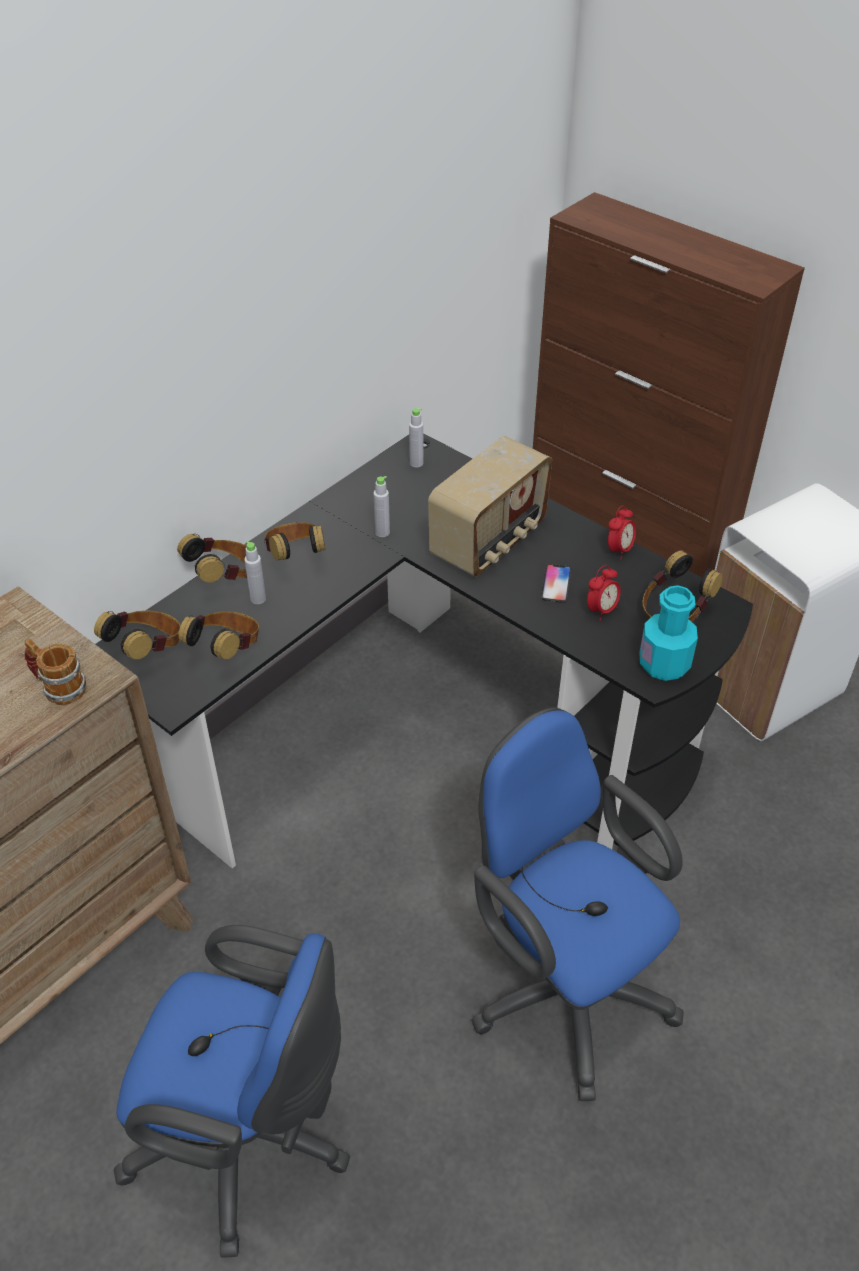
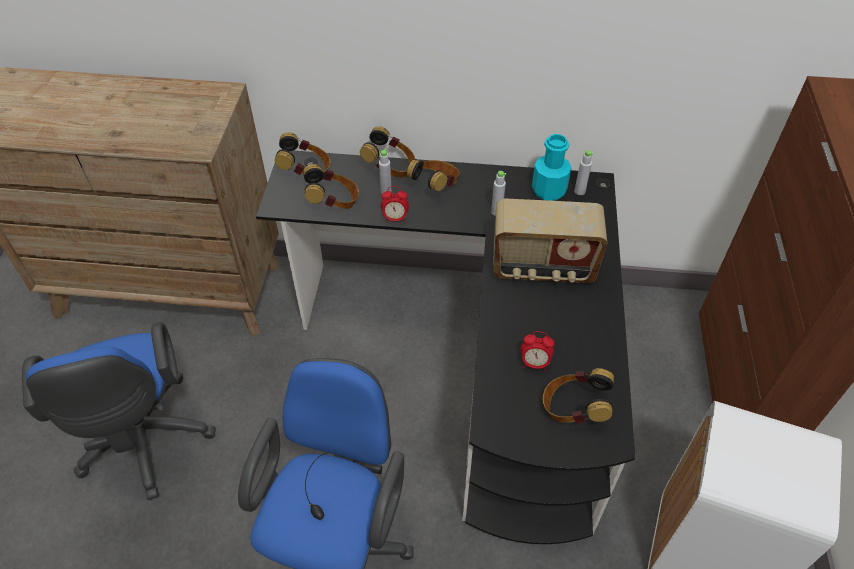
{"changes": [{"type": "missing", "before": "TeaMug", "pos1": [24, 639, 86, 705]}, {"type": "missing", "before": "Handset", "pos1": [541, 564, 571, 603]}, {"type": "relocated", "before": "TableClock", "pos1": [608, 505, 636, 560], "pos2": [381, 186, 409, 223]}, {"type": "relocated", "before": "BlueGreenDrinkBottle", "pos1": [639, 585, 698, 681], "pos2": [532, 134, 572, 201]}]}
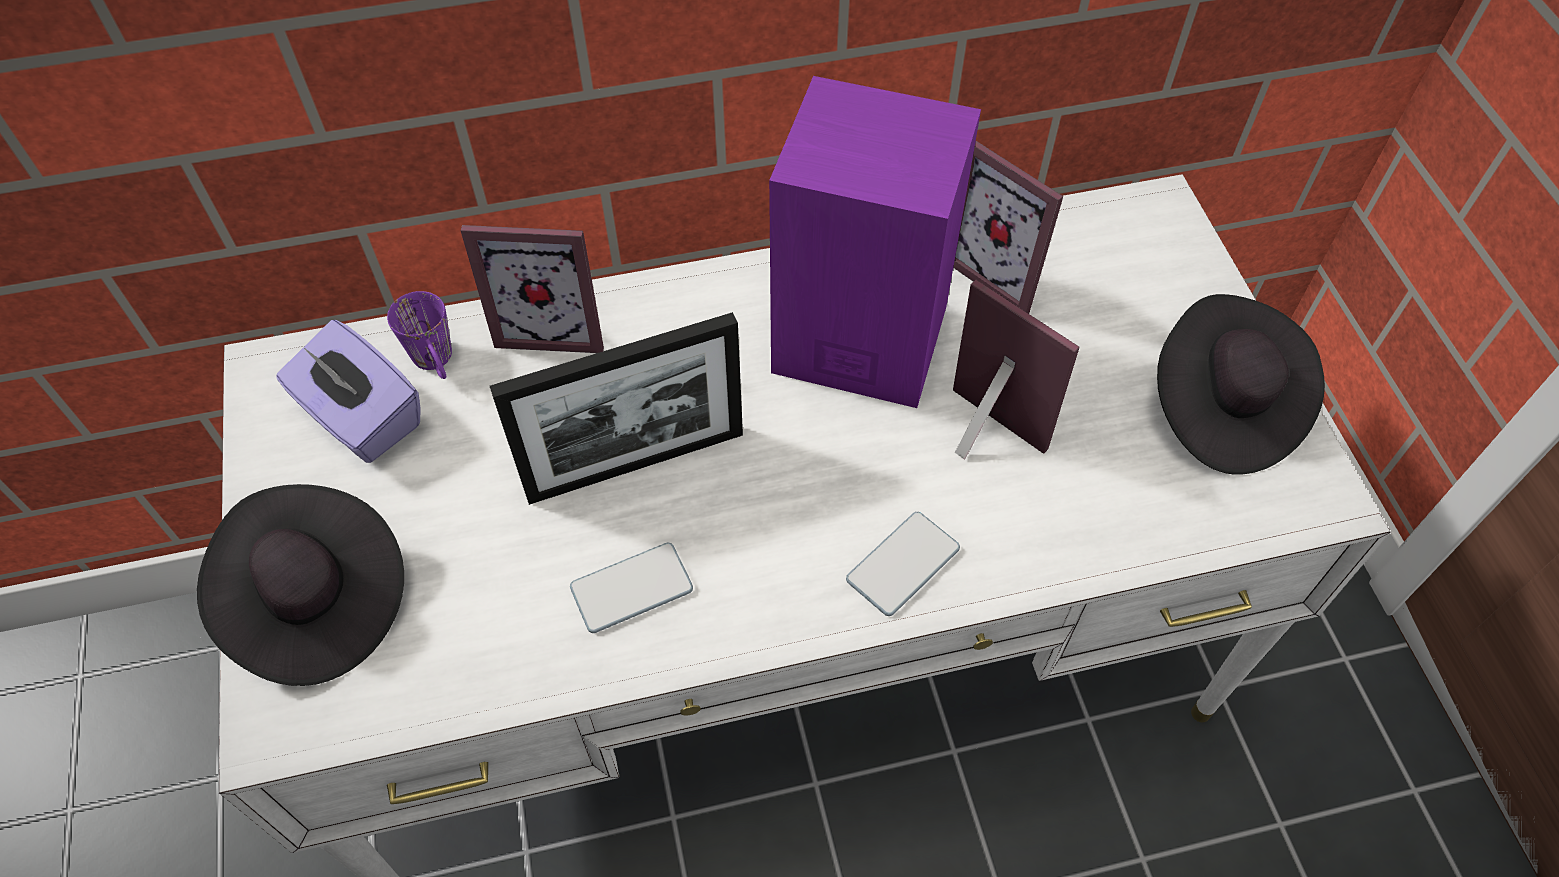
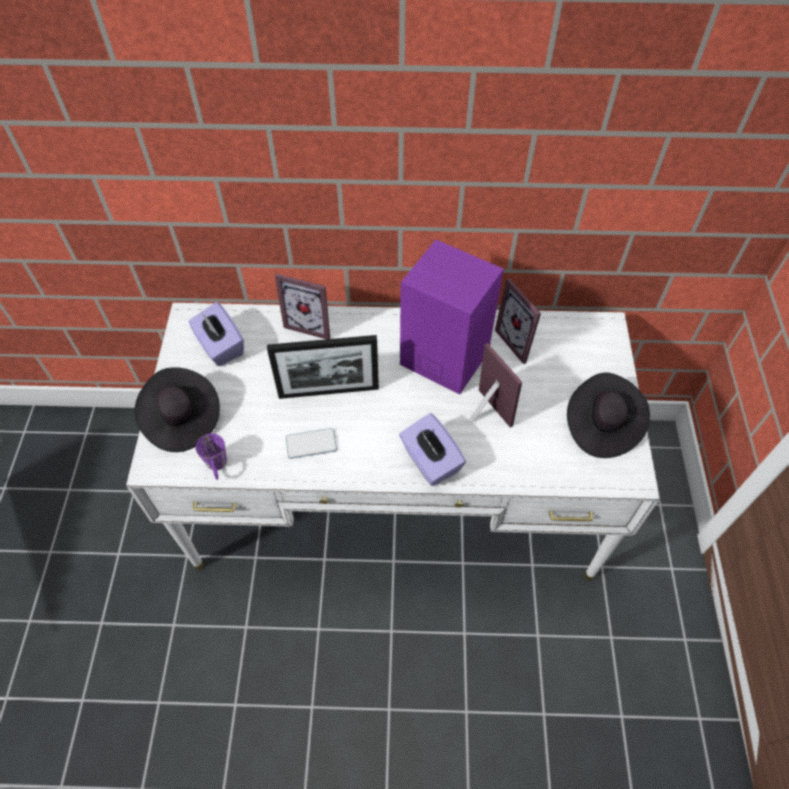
{"changes": [{"type": "relocated", "before": "PurplishTeaMug", "pos1": [387, 291, 452, 379], "pos2": [196, 433, 227, 480]}, {"type": "exchanged", "before": "Handset", "after": "PurplishBoxOfTissues", "pos1": [846, 512, 960, 616], "pos2": [399, 413, 466, 486]}]}
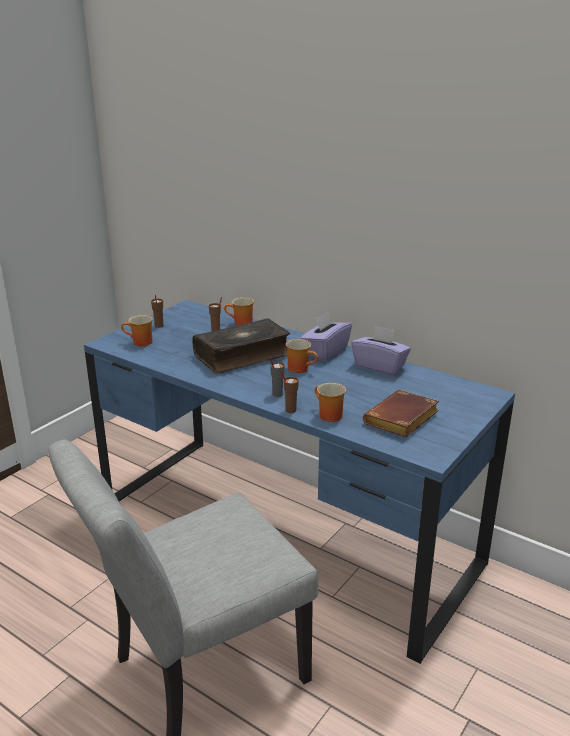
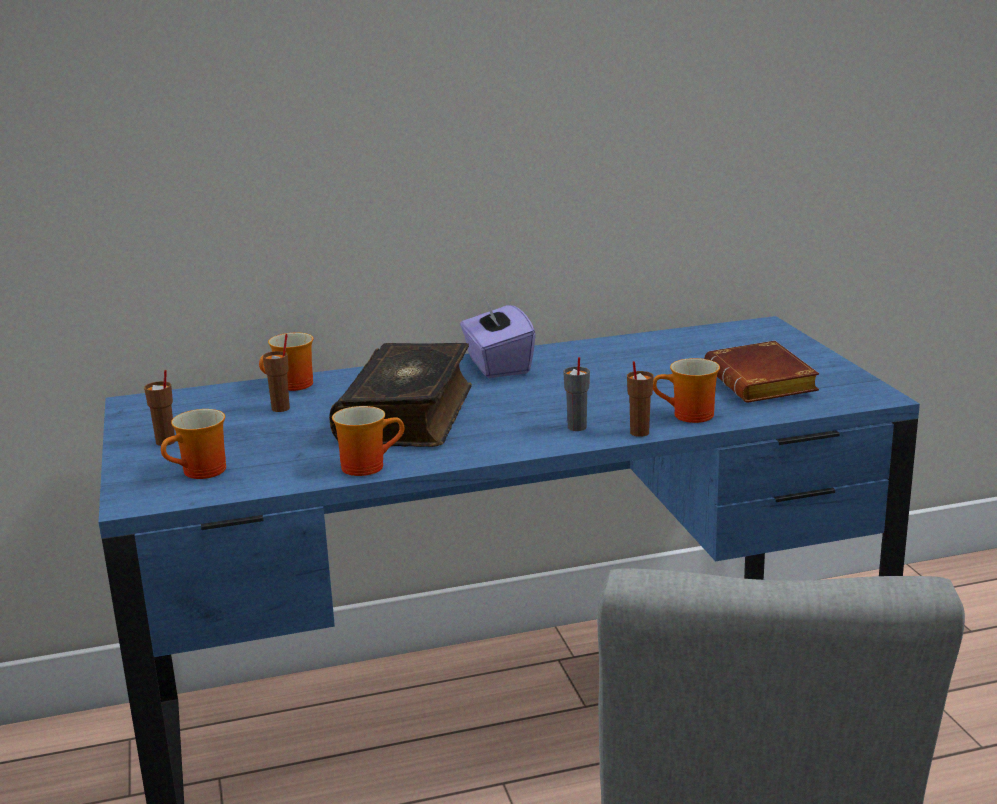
{"changes": [{"type": "relocated", "before": "TeaMug", "pos1": [286, 339, 318, 373], "pos2": [332, 406, 404, 476]}, {"type": "missing", "before": "PurplishBoxOfTissues", "pos1": [351, 325, 411, 375]}]}
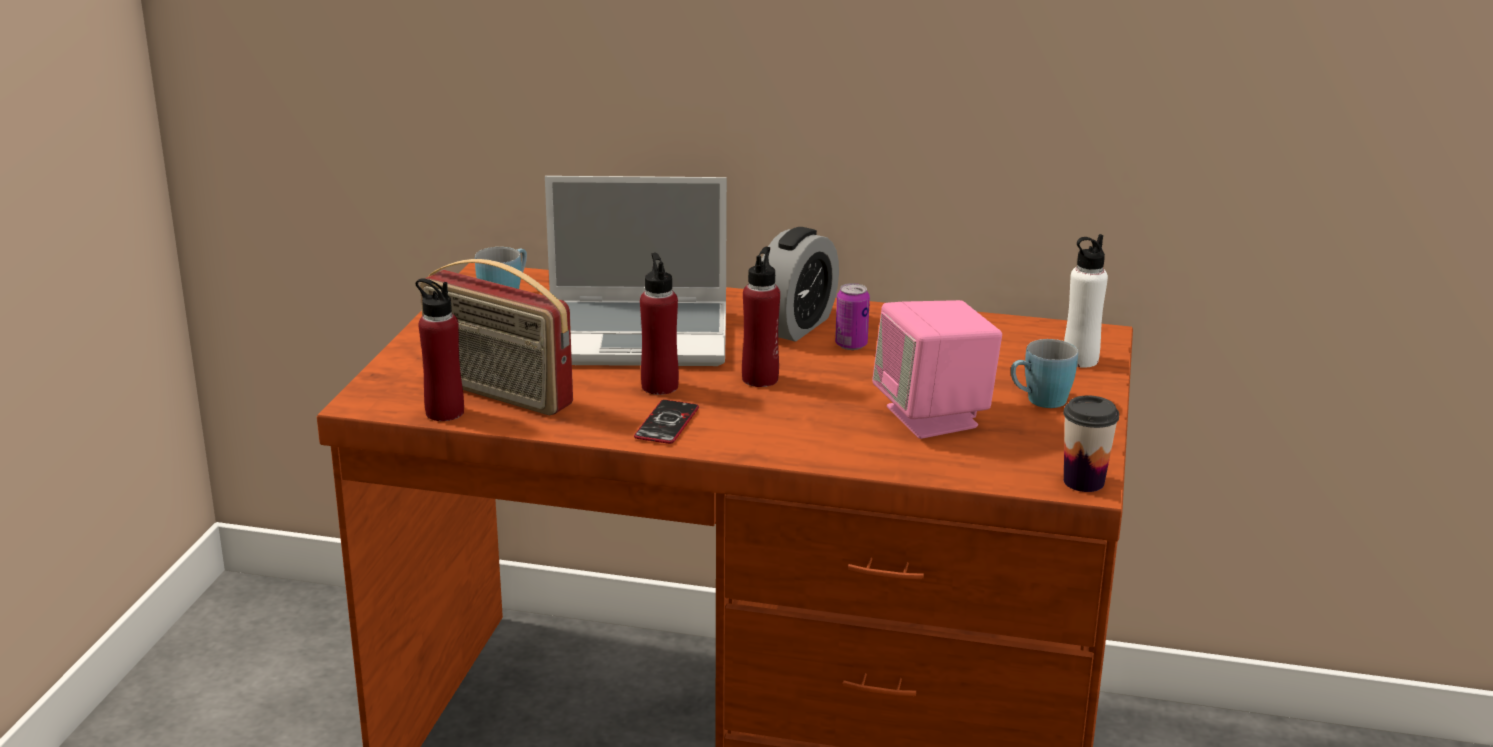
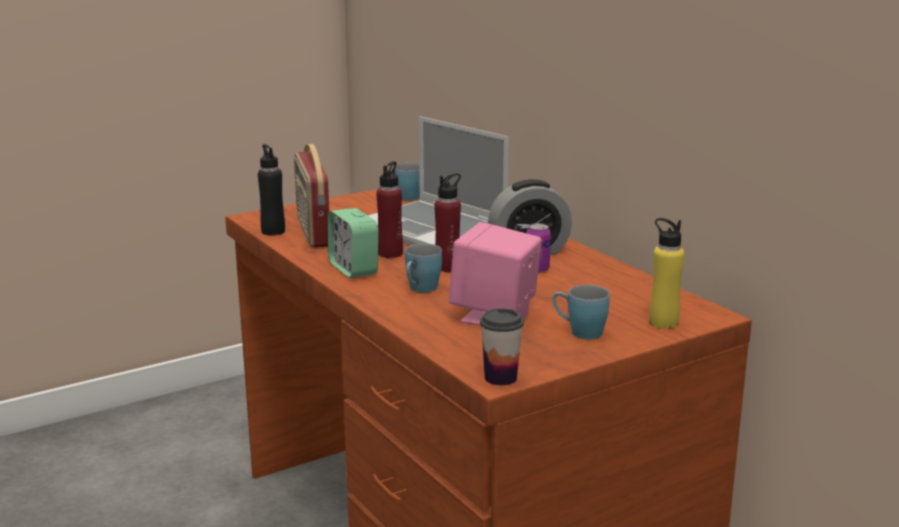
{"changes": [{"type": "colour", "before": "RedColouredDrinkBottle", "after": "BlackDrinkBottle", "pos1": [416, 278, 464, 421], "pos2": [258, 144, 285, 236]}, {"type": "exchanged", "before": "Handset", "after": "TableClock", "pos1": [634, 400, 699, 444], "pos2": [328, 208, 379, 278]}, {"type": "colour", "before": "WhiteDrinkBottle", "after": "YellowDrinkBottle", "pos1": [1064, 234, 1108, 368], "pos2": [649, 218, 684, 329]}, {"type": "appeared", "after": "BluishTeaMug", "pos2": [405, 243, 442, 292]}]}
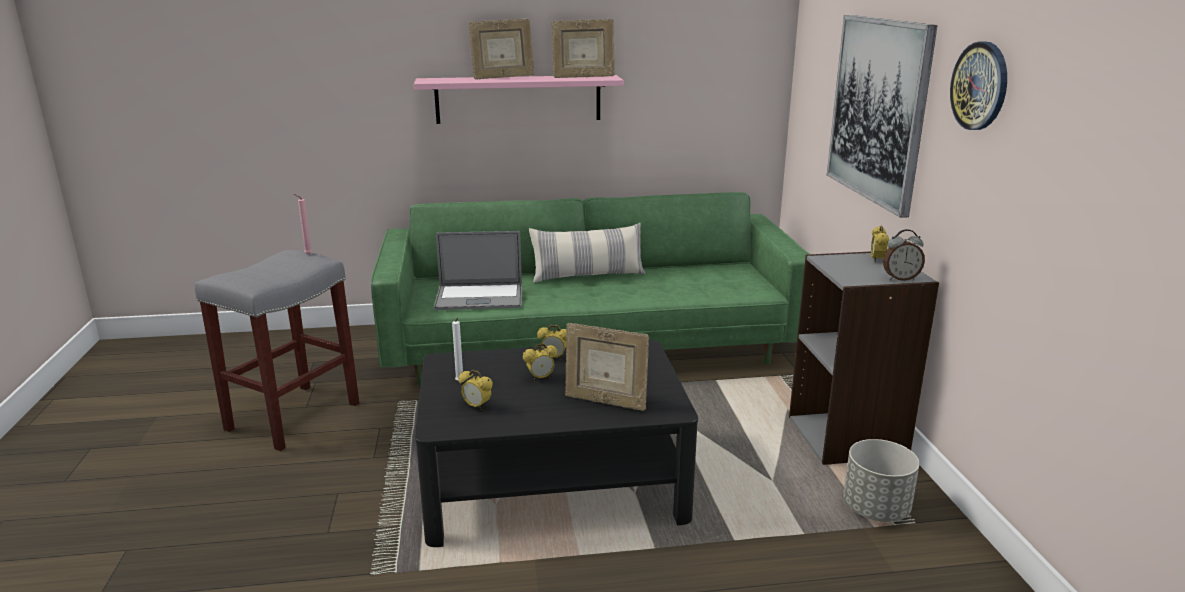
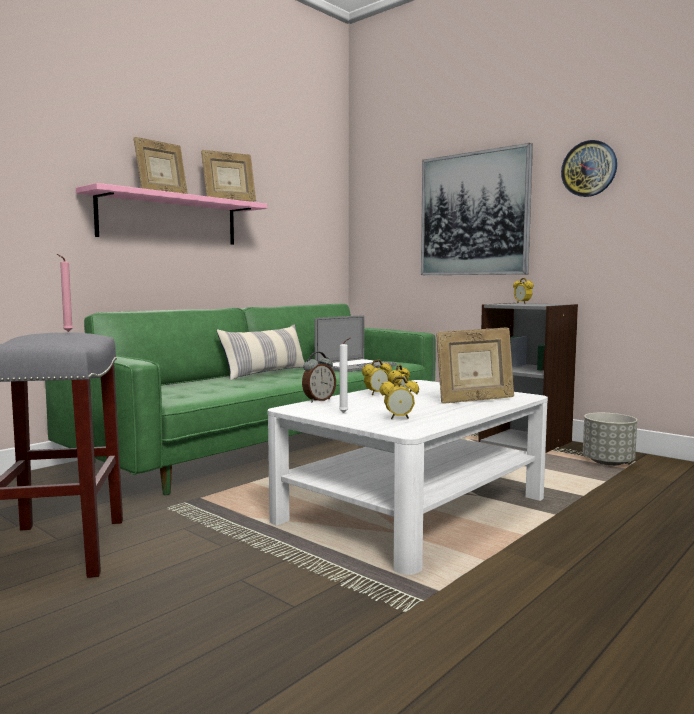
{"changes": [{"type": "colour", "before": "BlackLowTable", "after": "WhiteLowTable", "pos1": [415, 340, 698, 547], "pos2": [268, 380, 548, 575]}, {"type": "relocated", "before": "NotebookComputer", "pos1": [434, 231, 522, 310], "pos2": [314, 315, 397, 372]}, {"type": "relocated", "before": "TableClock", "pos1": [883, 229, 925, 281], "pos2": [302, 352, 336, 402]}]}
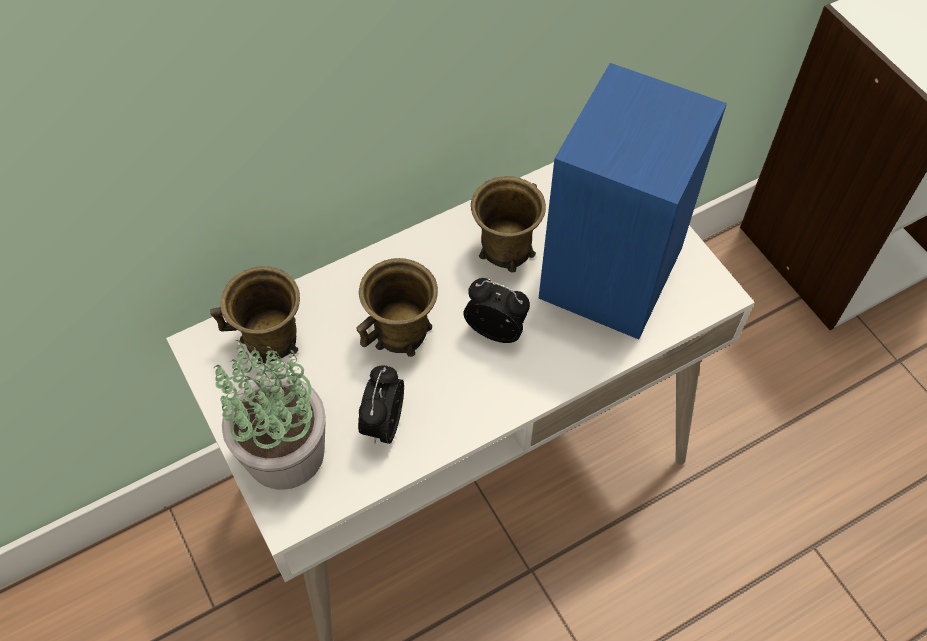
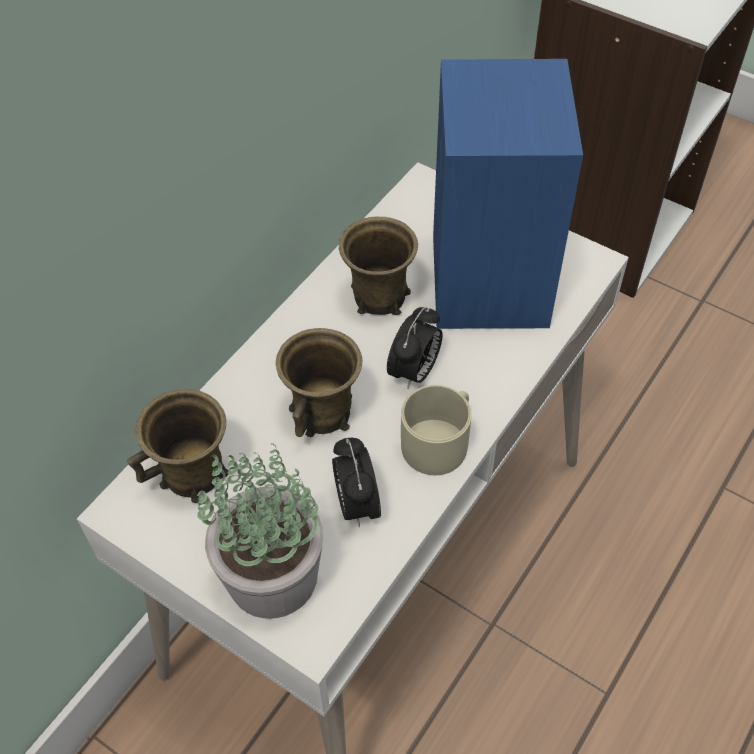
{"changes": [{"type": "spun", "before": "TableClock", "pos1": [463, 278, 530, 343], "pos2": [387, 307, 443, 389], "turn": 120}, {"type": "appeared", "after": "BeigeTeaMug", "pos2": [401, 385, 472, 475]}]}
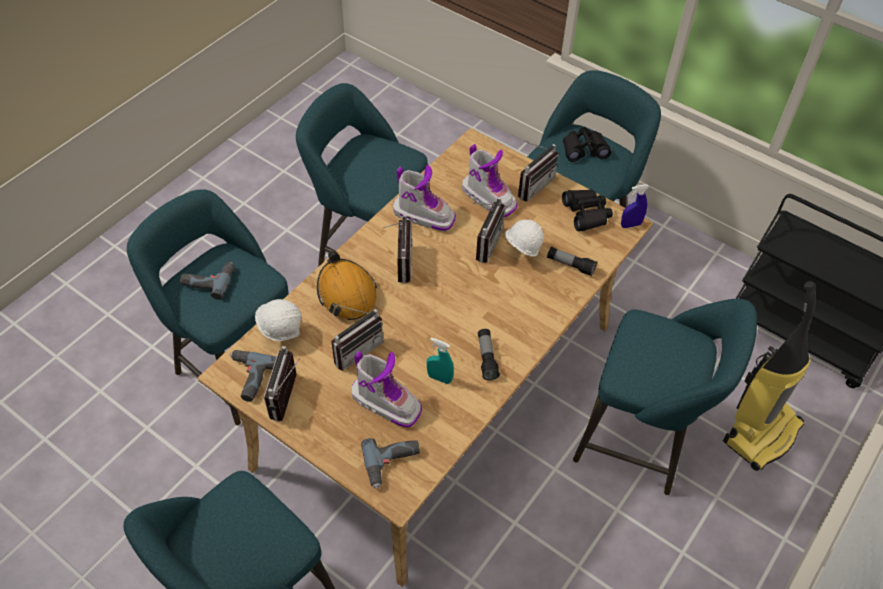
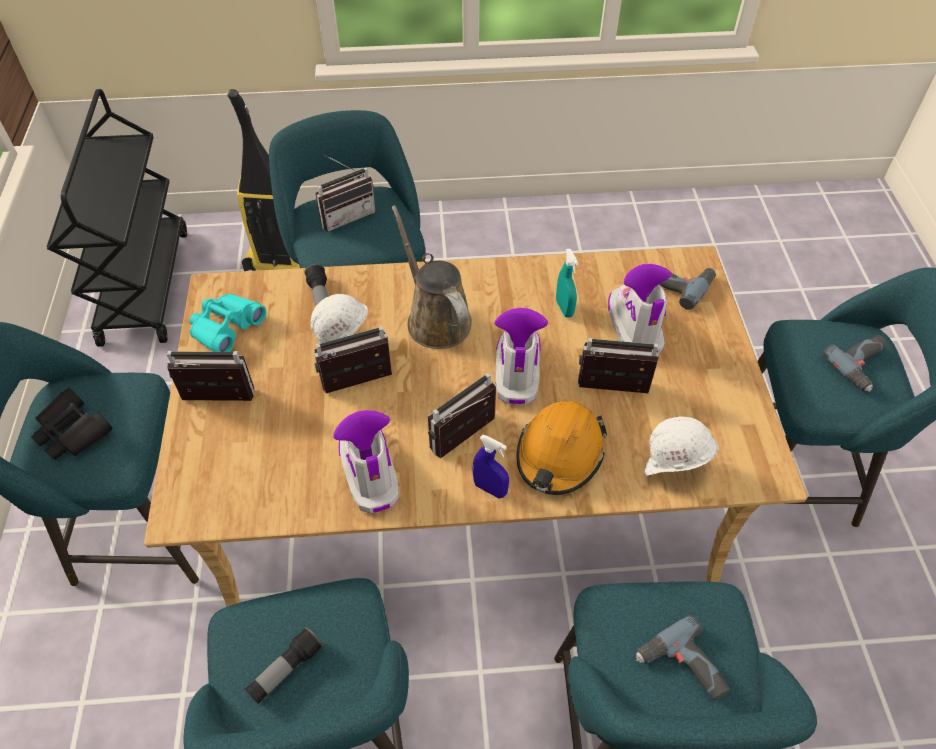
{"changes": [{"type": "relocated", "before": "PowerDrill", "pos1": [230, 350, 276, 402], "pos2": [822, 335, 886, 391]}, {"type": "relocated", "before": "Radio", "pos1": [264, 346, 300, 421], "pos2": [315, 155, 376, 232]}, {"type": "relocated", "before": "TallBoot", "pos1": [462, 144, 517, 218], "pos2": [494, 308, 548, 405]}, {"type": "relocated", "before": "Flashlight", "pos1": [478, 329, 500, 380], "pos2": [245, 627, 323, 704]}, {"type": "colour", "before": "BlackBinoculars", "after": "BlueGreenBinoculars", "pos1": [562, 189, 613, 231], "pos2": [189, 294, 266, 352]}, {"type": "relocated", "before": "BluishSprayer", "pos1": [621, 184, 649, 228], "pos2": [472, 435, 509, 498]}, {"type": "appeared", "after": "BrownSprinklingCan", "pos2": [391, 205, 472, 349]}]}
